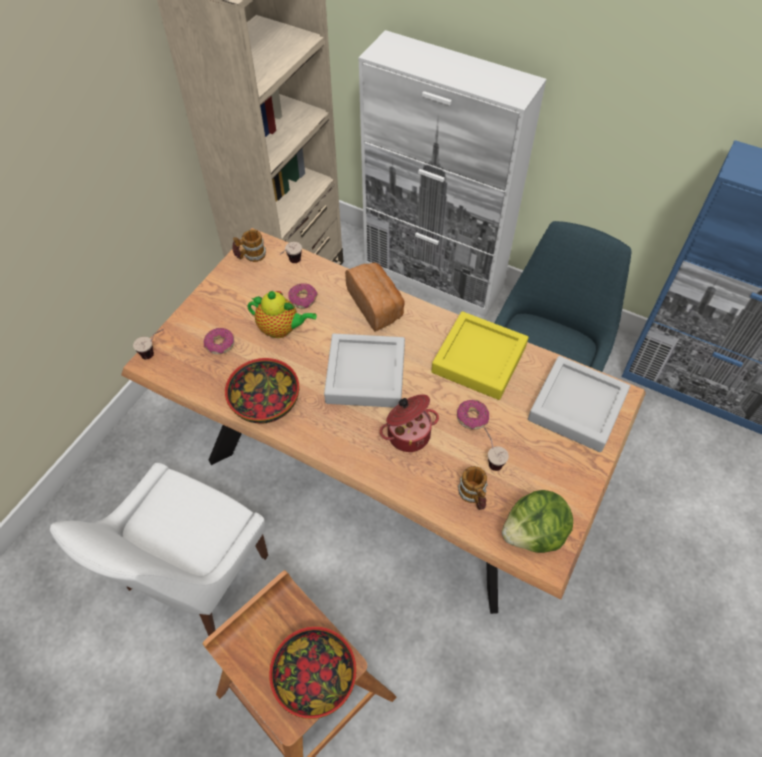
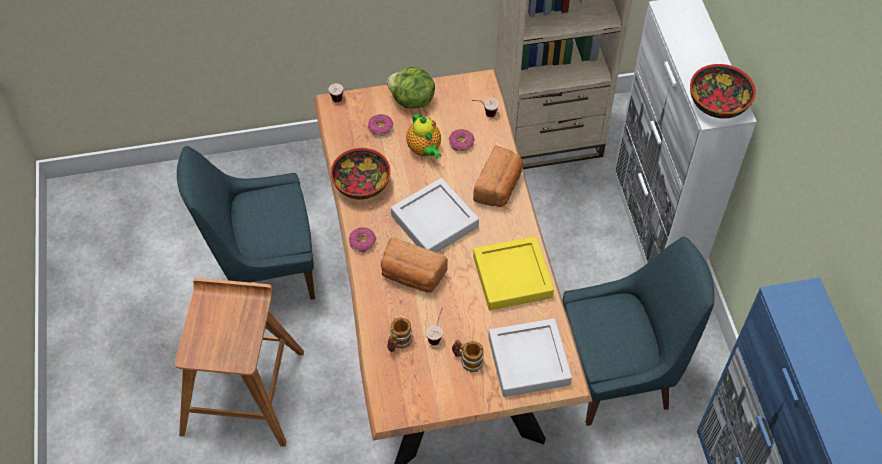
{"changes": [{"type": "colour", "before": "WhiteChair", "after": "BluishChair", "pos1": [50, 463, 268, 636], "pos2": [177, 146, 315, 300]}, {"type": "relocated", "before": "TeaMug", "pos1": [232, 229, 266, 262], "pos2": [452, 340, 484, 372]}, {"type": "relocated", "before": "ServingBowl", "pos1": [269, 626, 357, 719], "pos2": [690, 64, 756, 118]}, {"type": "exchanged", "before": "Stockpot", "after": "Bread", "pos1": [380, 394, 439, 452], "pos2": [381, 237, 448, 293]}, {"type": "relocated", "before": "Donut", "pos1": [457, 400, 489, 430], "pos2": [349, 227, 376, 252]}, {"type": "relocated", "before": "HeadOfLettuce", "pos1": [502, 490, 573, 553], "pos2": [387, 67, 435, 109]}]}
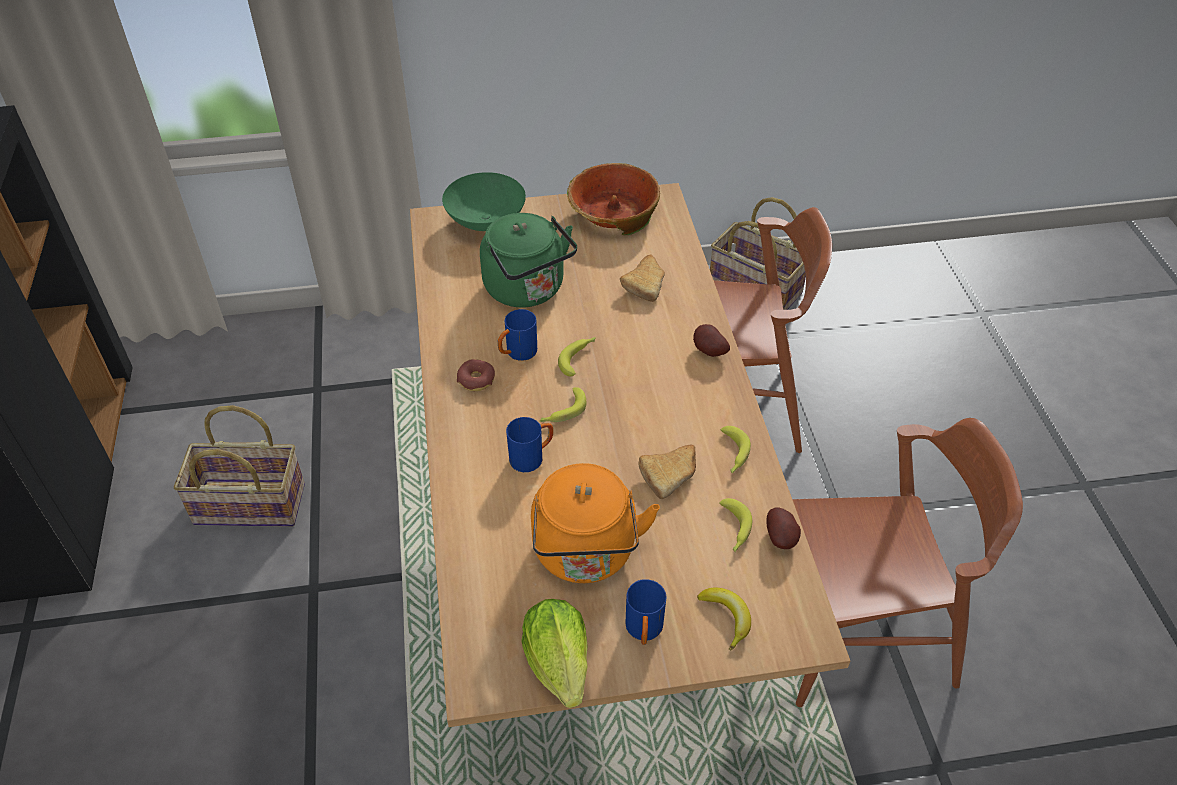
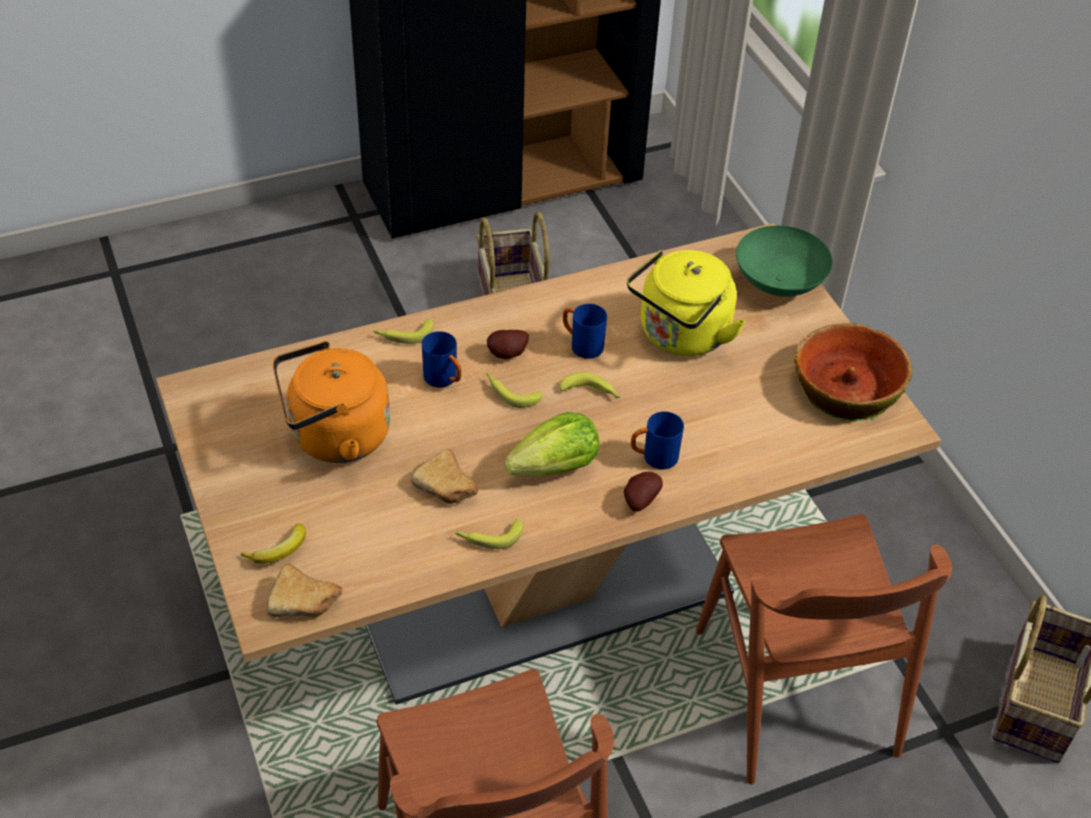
{"changes": [{"type": "missing", "before": "Donut", "pos1": [457, 359, 495, 391]}, {"type": "colour", "before": "GreenWaterKettle", "after": "YellowWaterKettle", "pos1": [480, 213, 577, 307], "pos2": [627, 250, 745, 356]}, {"type": "relocated", "before": "HeadOfLettuce", "pos1": [521, 599, 588, 708], "pos2": [505, 412, 600, 477]}, {"type": "relocated", "before": "Bread", "pos1": [620, 255, 665, 302], "pos2": [267, 564, 342, 617]}, {"type": "relocated", "before": "BluishTeaMug", "pos1": [625, 579, 666, 645], "pos2": [631, 411, 684, 469]}, {"type": "relocated", "before": "WholeBanana", "pos1": [719, 498, 752, 552], "pos2": [373, 319, 433, 344]}, {"type": "relocated", "before": "Spud", "pos1": [766, 507, 801, 549], "pos2": [487, 330, 529, 359]}]}
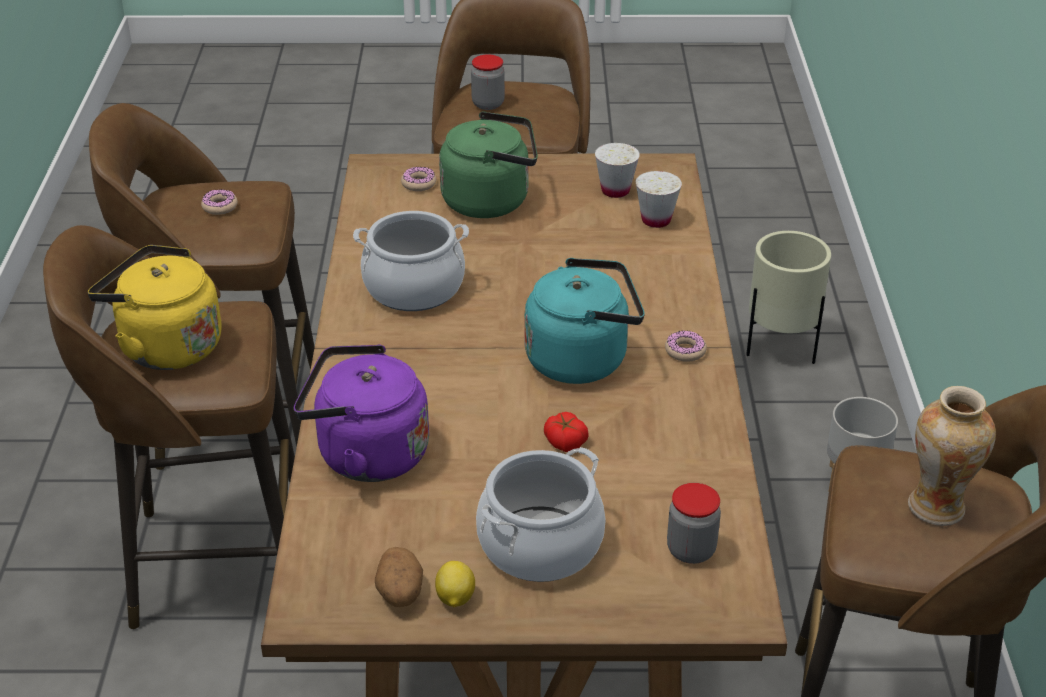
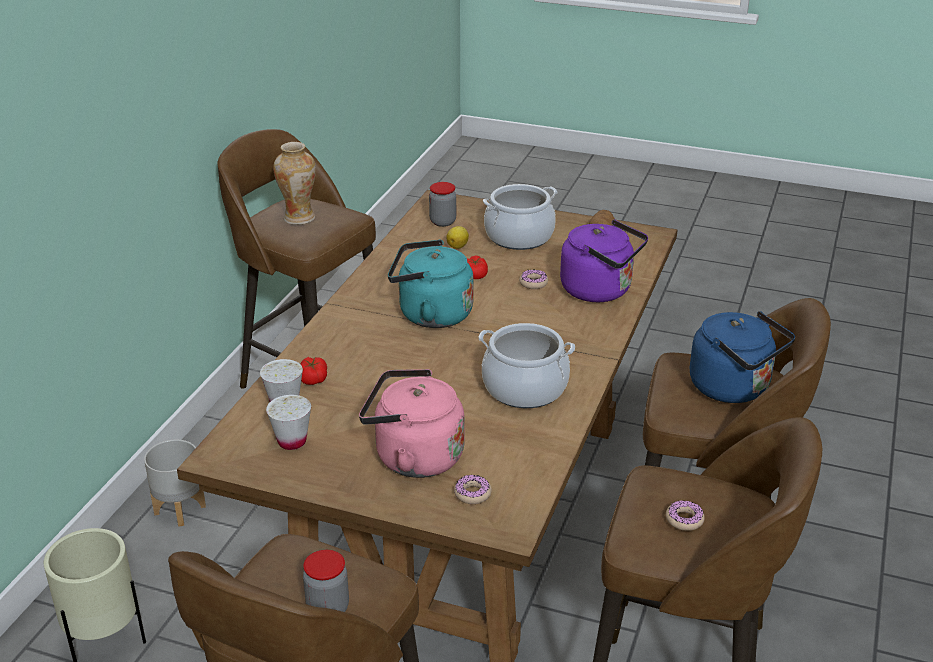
{"changes": [{"type": "colour", "before": "YellowWaterKettle", "after": "BluishWaterKettle", "pos1": [88, 245, 222, 370], "pos2": [690, 311, 795, 403]}, {"type": "relocated", "before": "CitrusFruit", "pos1": [435, 561, 475, 607], "pos2": [446, 226, 469, 249]}, {"type": "colour", "before": "GreenWaterKettle", "after": "PinkColouredWaterKettle", "pos1": [439, 111, 538, 218], "pos2": [359, 369, 465, 478]}, {"type": "relocated", "before": "Donut", "pos1": [665, 331, 707, 362], "pos2": [519, 270, 548, 289]}, {"type": "appeared", "after": "Tomato", "pos2": [301, 357, 327, 385]}]}
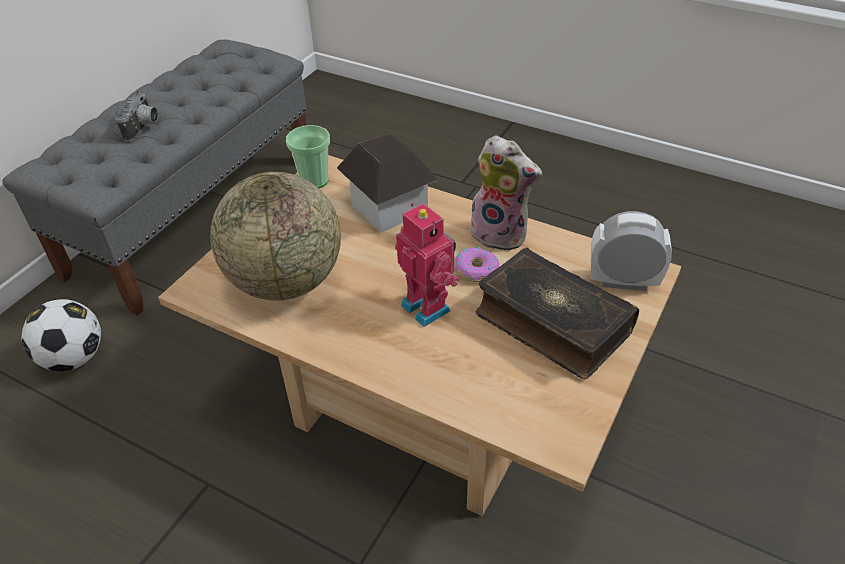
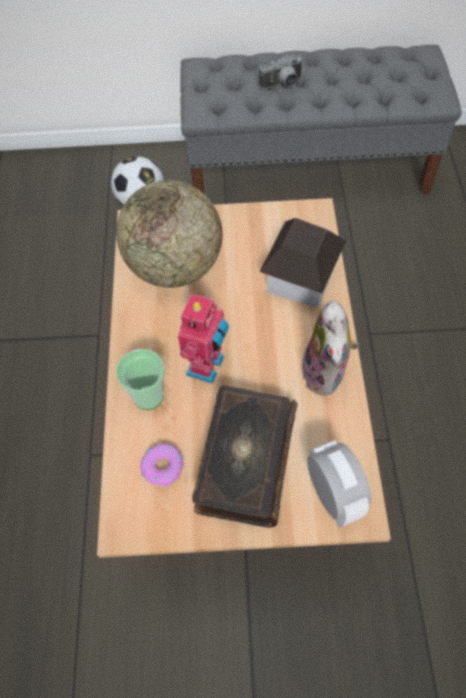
{"changes": [{"type": "relocated", "before": "Cup", "pos1": [286, 125, 330, 188], "pos2": [116, 349, 165, 410]}, {"type": "relocated", "before": "Donut", "pos1": [455, 247, 500, 282], "pos2": [140, 443, 184, 487]}]}
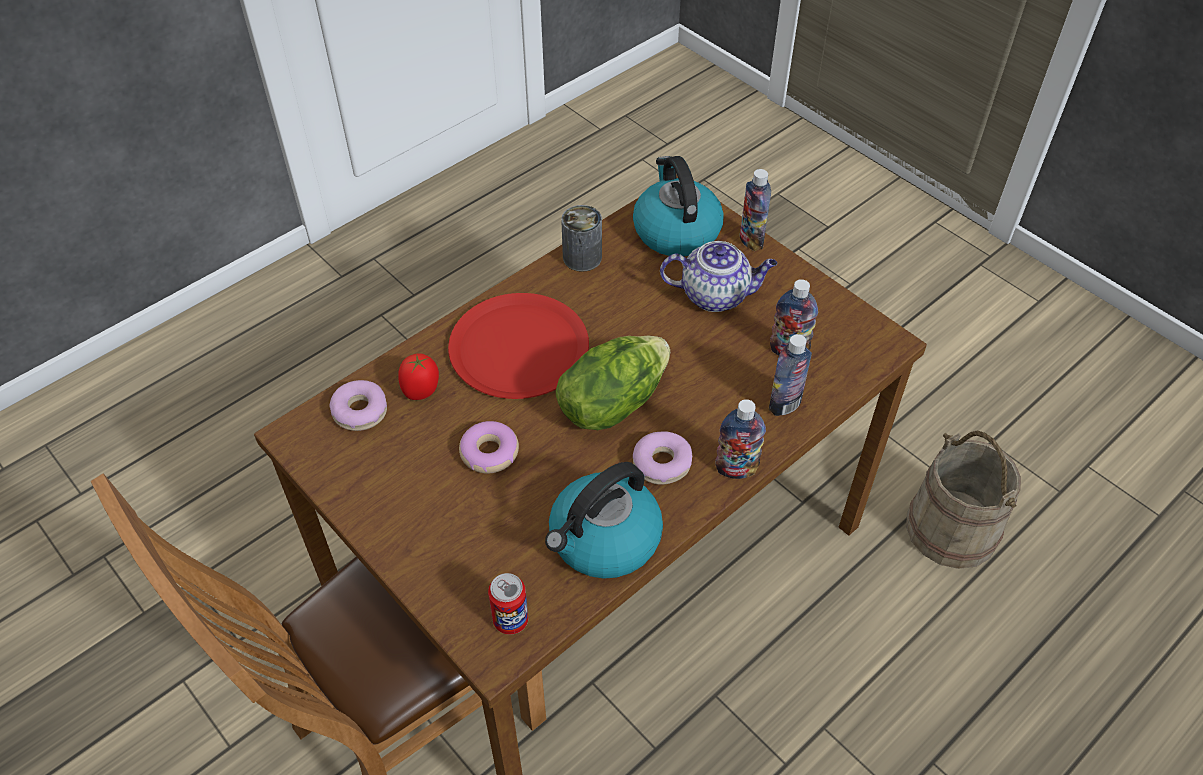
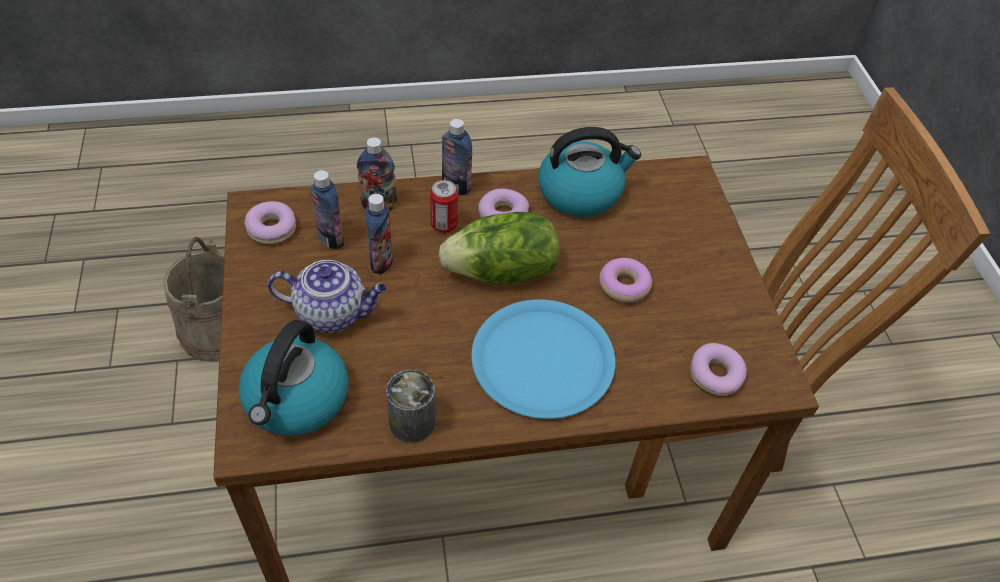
{"changes": [{"type": "missing", "before": "Tomato", "pos1": [398, 353, 439, 400]}, {"type": "colour", "before": "RedColouredFlatDish", "after": "BluishFlatDish", "pos1": [448, 293, 589, 399], "pos2": [471, 299, 616, 419]}, {"type": "relocated", "before": "Can", "pos1": [488, 573, 528, 635], "pos2": [430, 180, 458, 233]}, {"type": "spun", "before": "TeaPot", "pos1": [660, 241, 777, 312], "pos2": [268, 260, 387, 333], "turn": 150}, {"type": "relocated", "before": "DrinkBottle", "pos1": [740, 169, 771, 251], "pos2": [365, 194, 393, 274]}, {"type": "appeared", "after": "Donut", "pos2": [245, 201, 296, 244]}]}
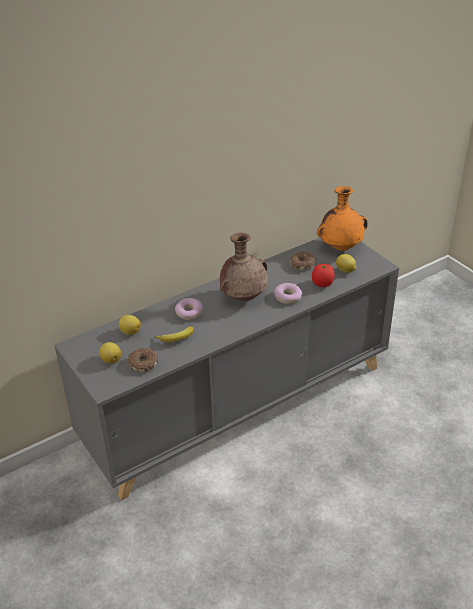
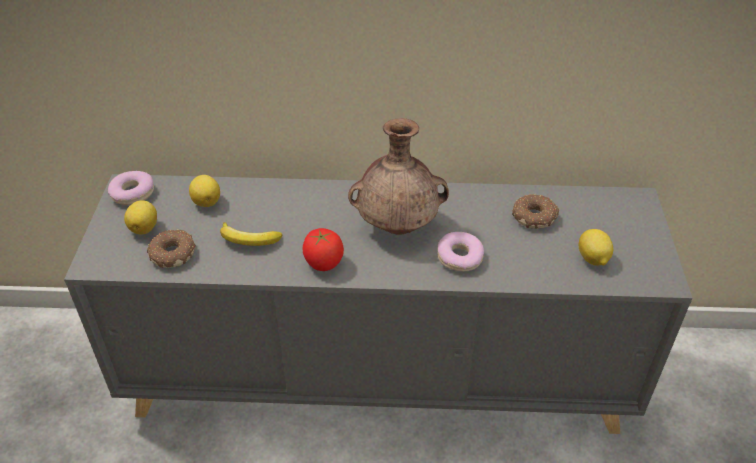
{"changes": [{"type": "relocated", "before": "Donut", "pos1": [175, 298, 203, 320], "pos2": [108, 171, 154, 205]}, {"type": "relocated", "before": "Tomato", "pos1": [312, 264, 335, 287], "pos2": [302, 228, 344, 271]}, {"type": "missing", "before": "OrangeyDecorativeVase", "pos1": [317, 186, 368, 251]}]}
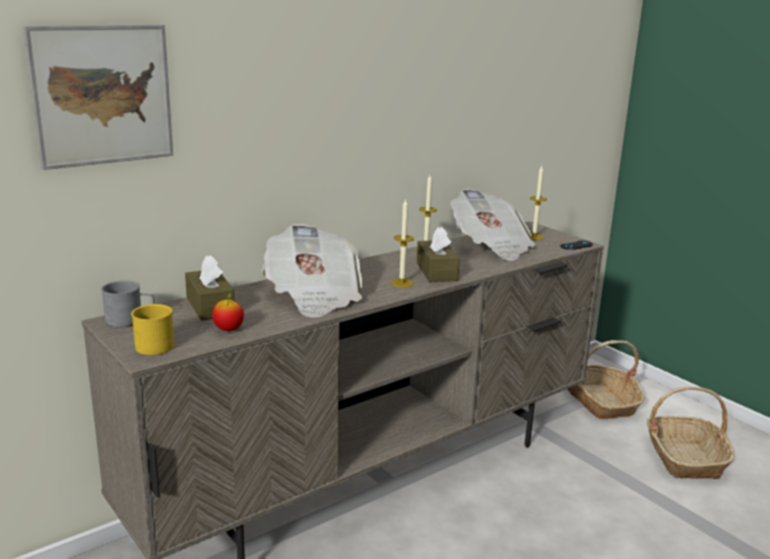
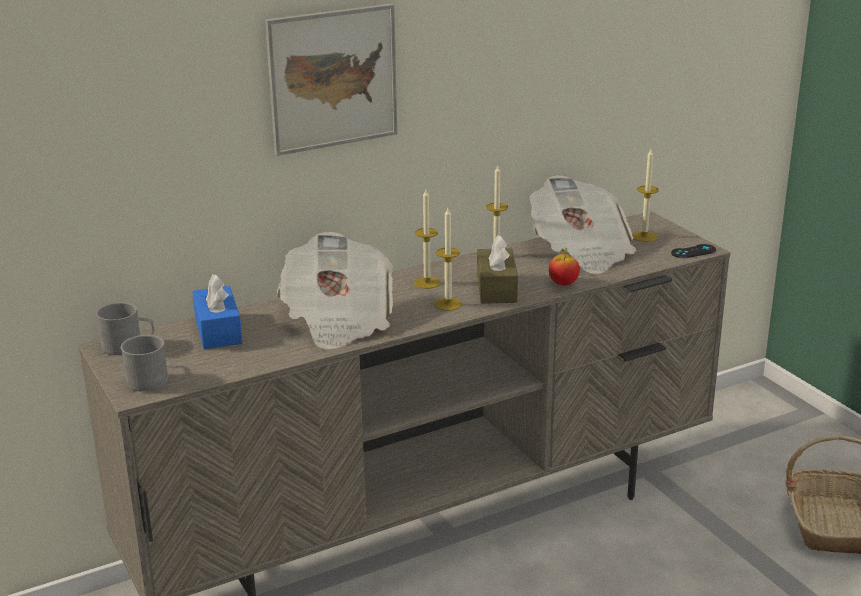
{"changes": [{"type": "relocated", "before": "WallPicture", "pos1": [23, 25, 173, 170], "pos2": [265, 3, 397, 156]}, {"type": "colour", "before": "YellowTeaMug", "after": "GreyishTeaMug", "pos1": [131, 304, 174, 355], "pos2": [121, 335, 168, 392]}, {"type": "colour", "before": "BrownBoxOfTissues", "after": "BluishBoxOfTissues", "pos1": [185, 255, 234, 321], "pos2": [192, 274, 242, 349]}, {"type": "relocated", "before": "Apple", "pos1": [212, 293, 244, 331], "pos2": [549, 248, 580, 286]}, {"type": "missing", "before": "Basket", "pos1": [568, 340, 645, 419]}, {"type": "appeared", "after": "Candle", "pos2": [414, 189, 440, 289]}]}
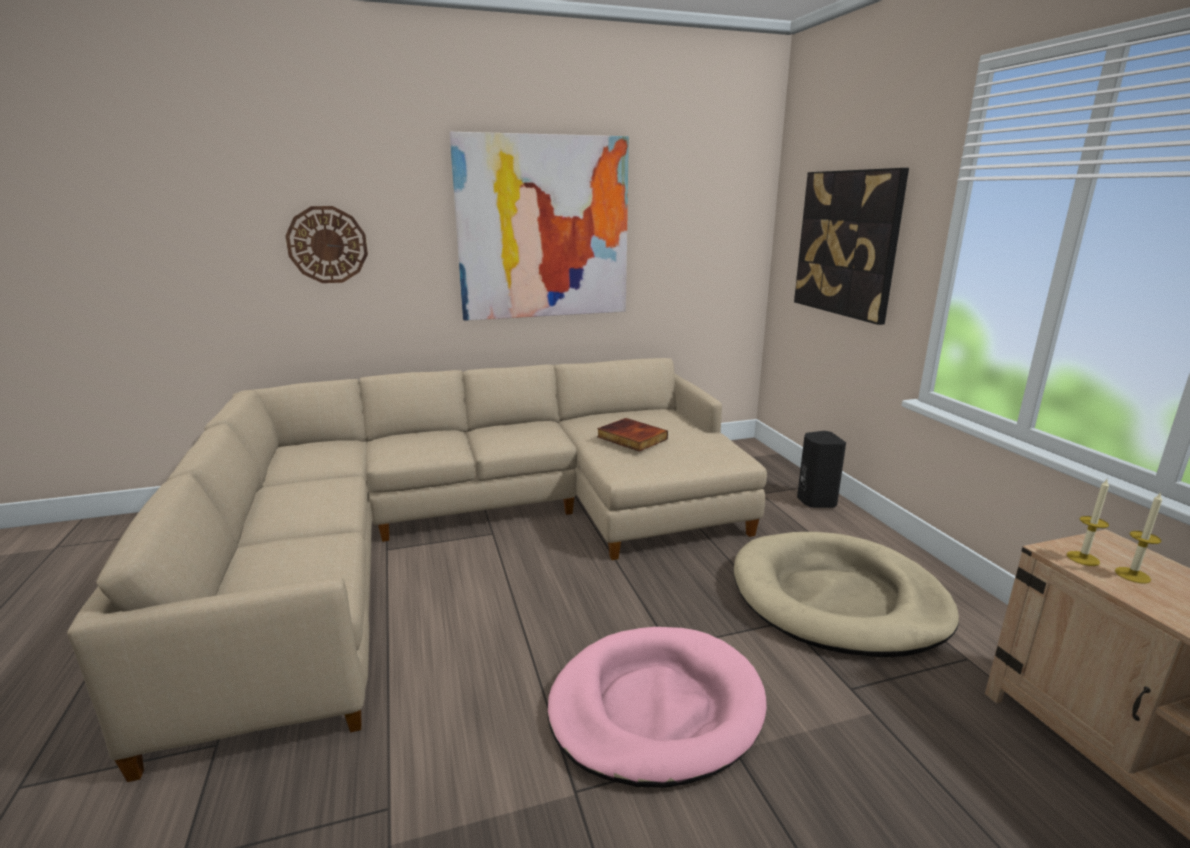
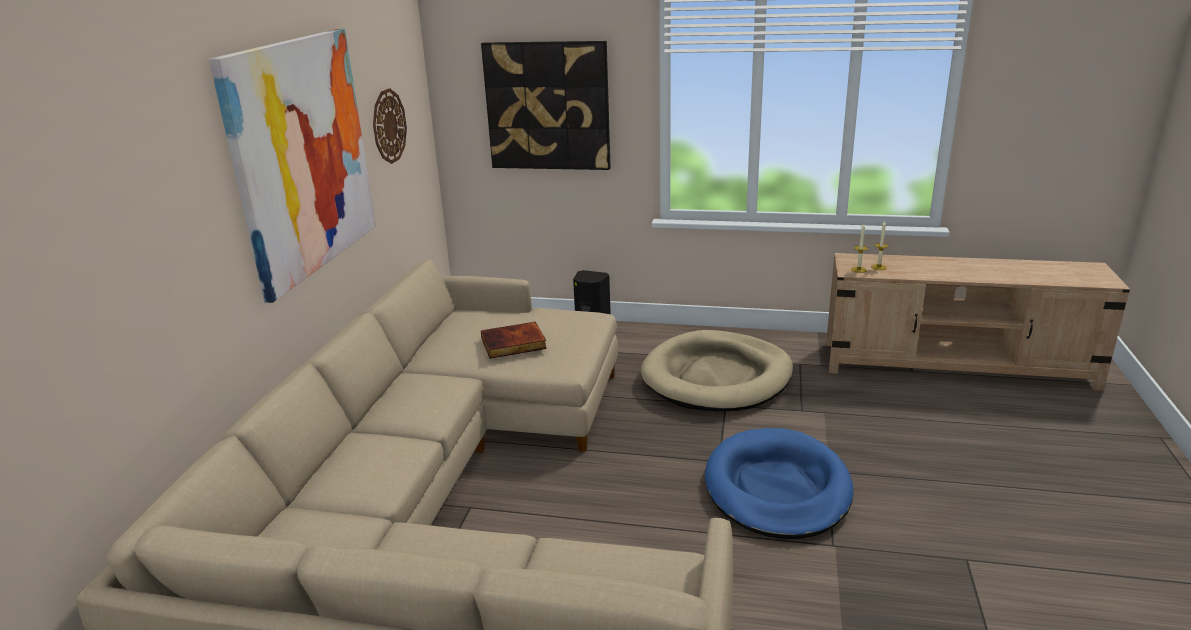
{"changes": [{"type": "relocated", "before": "ClockOnTheWall", "pos1": [285, 206, 368, 283], "pos2": [373, 88, 407, 164]}, {"type": "colour", "before": "PinkColouredPetBed", "after": "BluishPetBed", "pos1": [547, 627, 767, 788], "pos2": [705, 428, 853, 539]}]}
